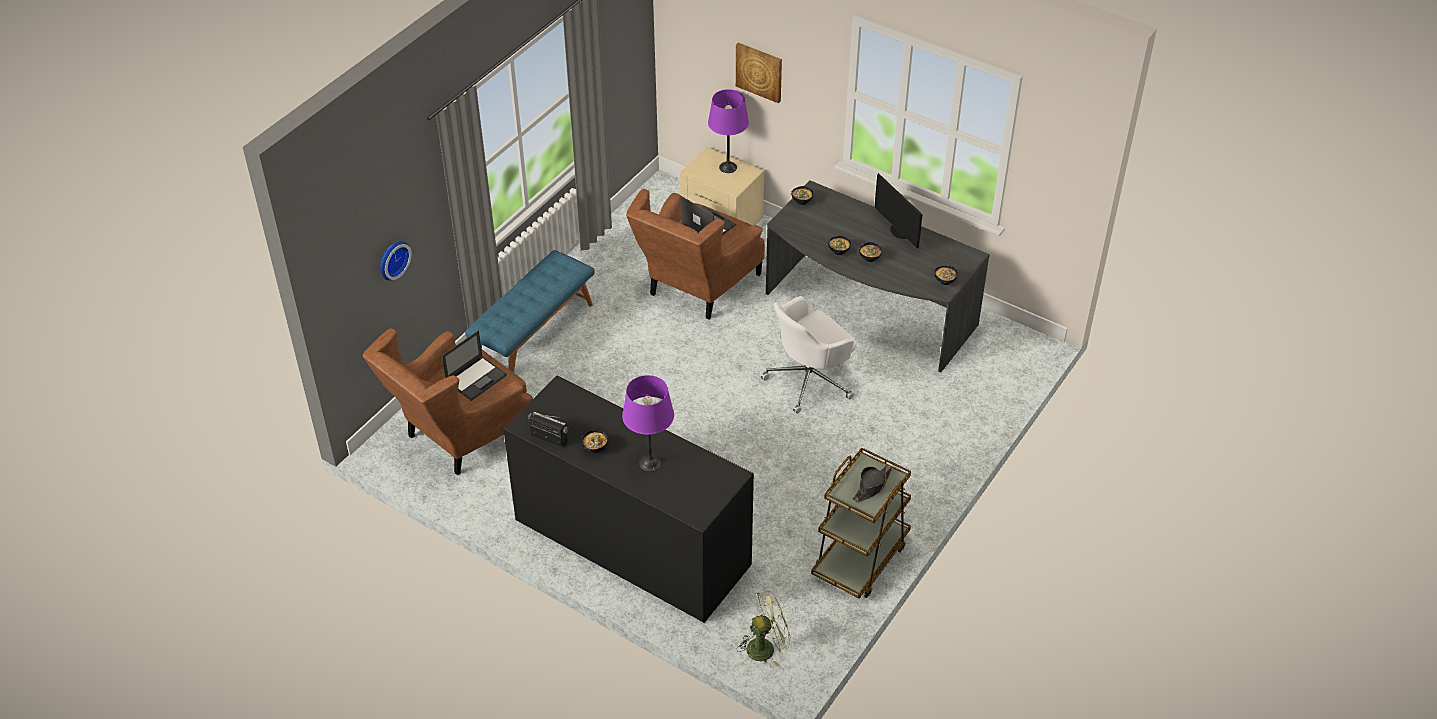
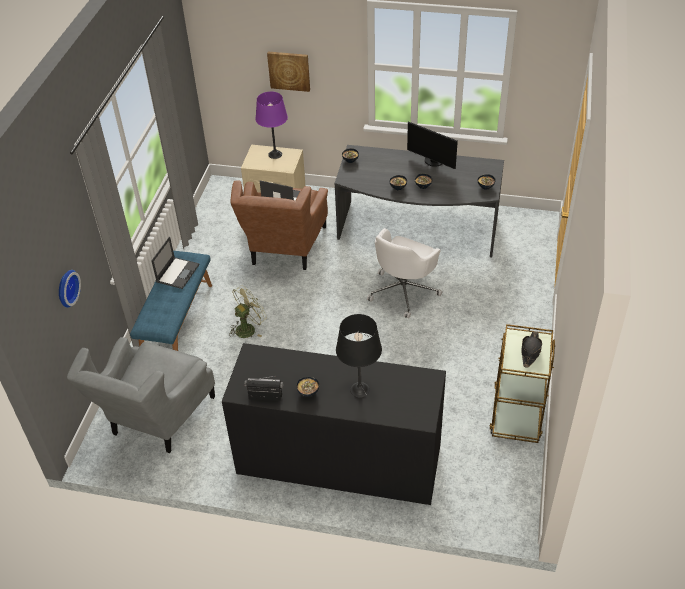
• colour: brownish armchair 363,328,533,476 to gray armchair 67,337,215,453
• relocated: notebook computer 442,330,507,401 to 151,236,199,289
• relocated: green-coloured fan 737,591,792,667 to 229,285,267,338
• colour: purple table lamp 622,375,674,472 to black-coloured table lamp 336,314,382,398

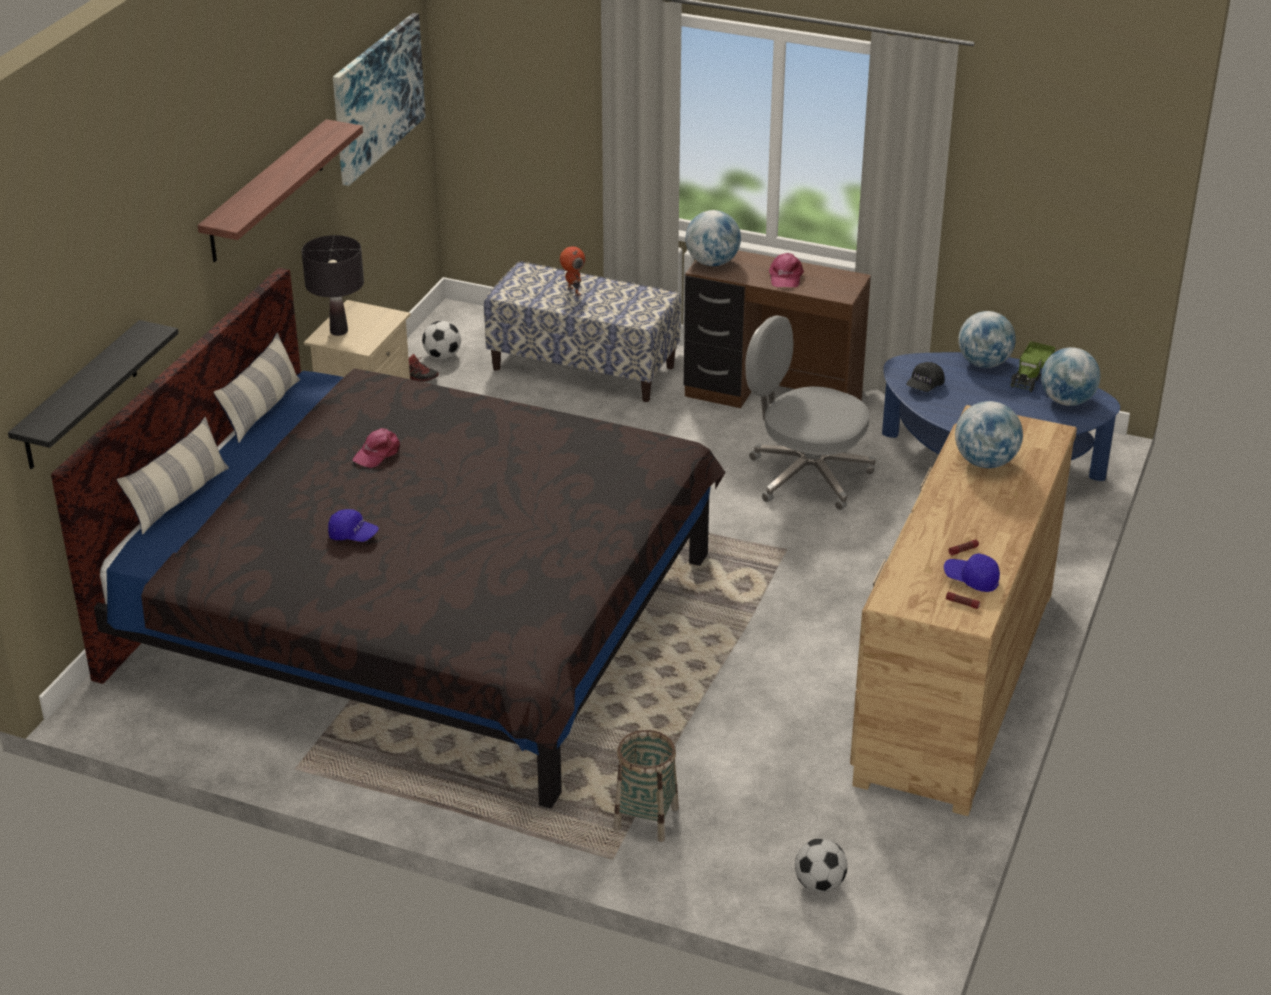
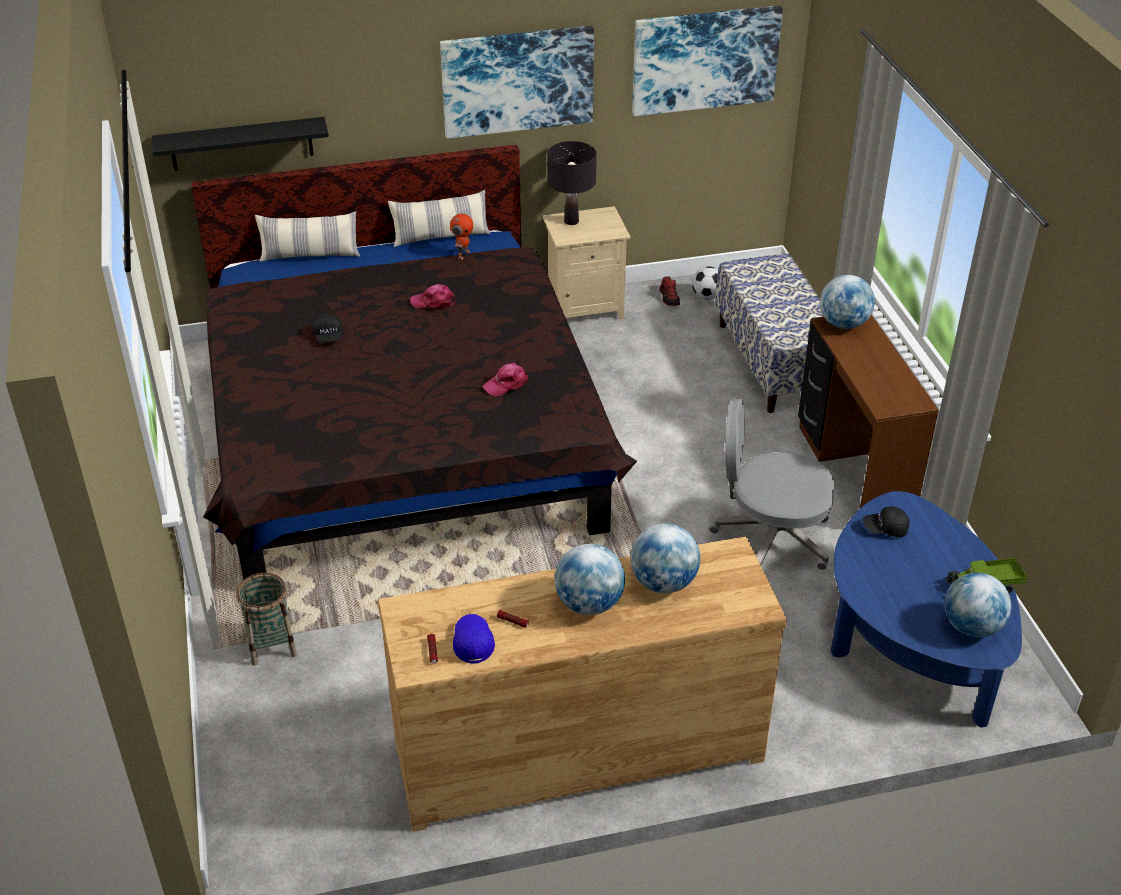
• colour: blue cap 328,509,379,542 to black-coloured cap 312,313,343,343
• exchanged: shelf 197,119,363,262 to picture 440,26,594,139
• relocated: model robot 560,246,585,296 to 450,214,473,260
• relocated: pink cap 769,253,804,287 to 482,363,528,397
• relocated: world globe 958,311,1016,368 to 555,544,625,615
• spun: gray desk chair 745,315,876,510 = 709,399,834,570 75 degrees counterclockwise
• missing: football 795,838,848,893

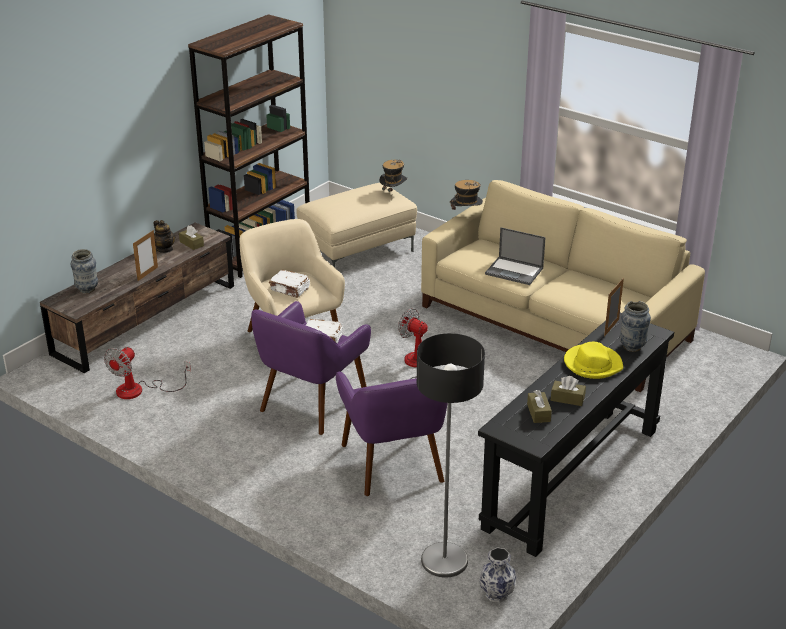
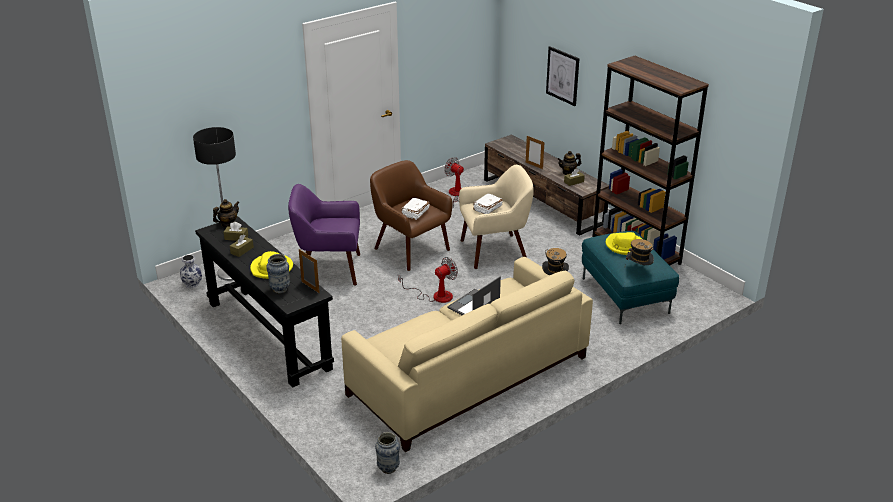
• appeared: tea pot 213,199,239,227
• colour: purple armchair 251,301,371,435 to brownish armchair 370,160,453,271
• relocated: flower vase 71,249,98,294 to 375,432,400,474
• appeared: picture 546,46,579,106
• colour: beige-coloured pouffe 296,183,417,268 to blue-green pouffe 582,231,679,324
• appeared: yellow hat 606,232,642,255

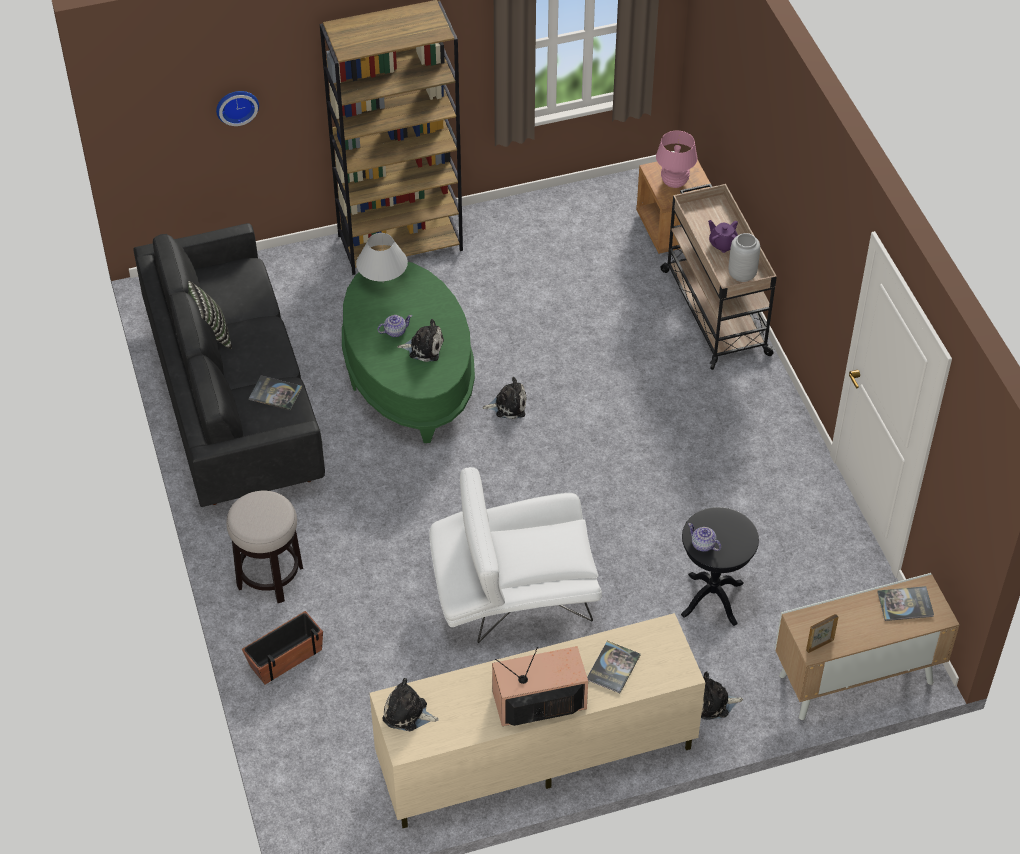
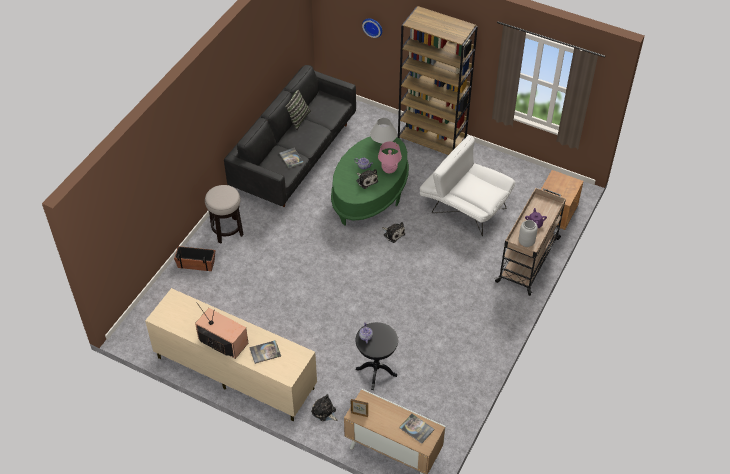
• relocated: pink table lamp 656,130,697,188 to 378,141,402,173
• relocated: white-coloured armchair 429,467,602,643 to 420,135,515,236
• missing: plush toy 383,678,439,731

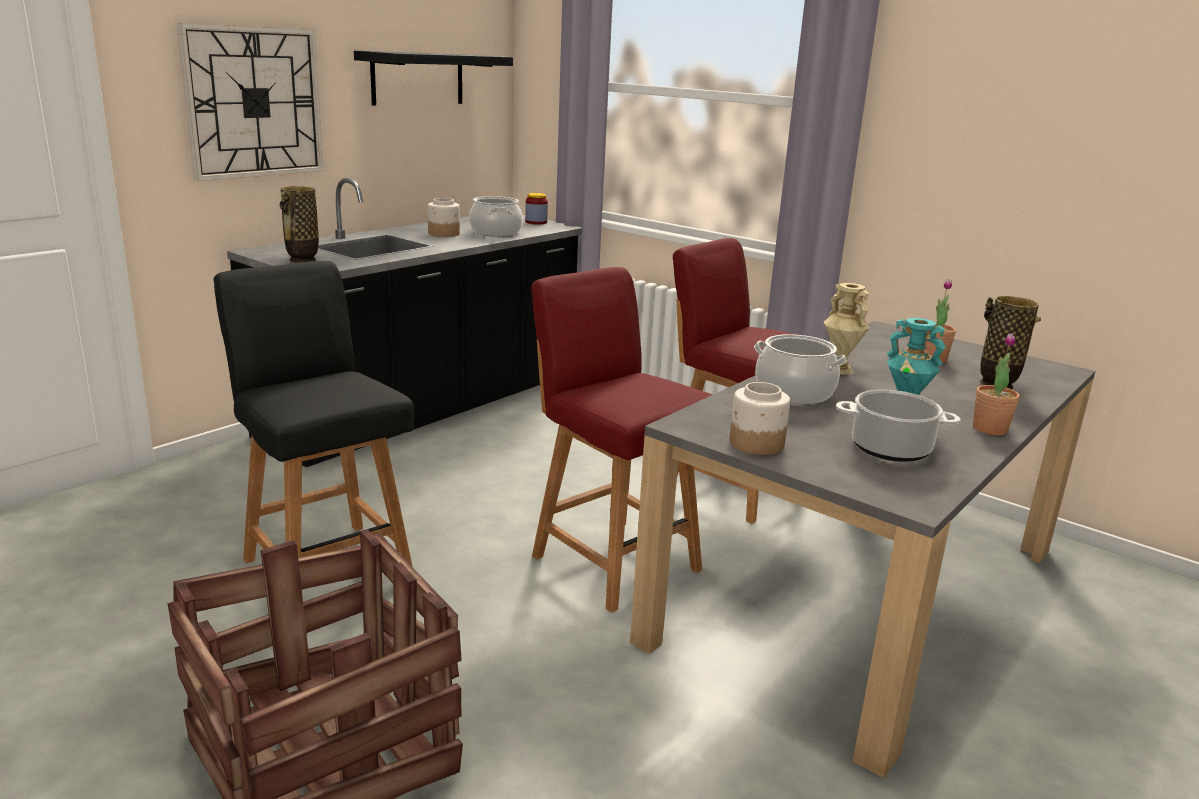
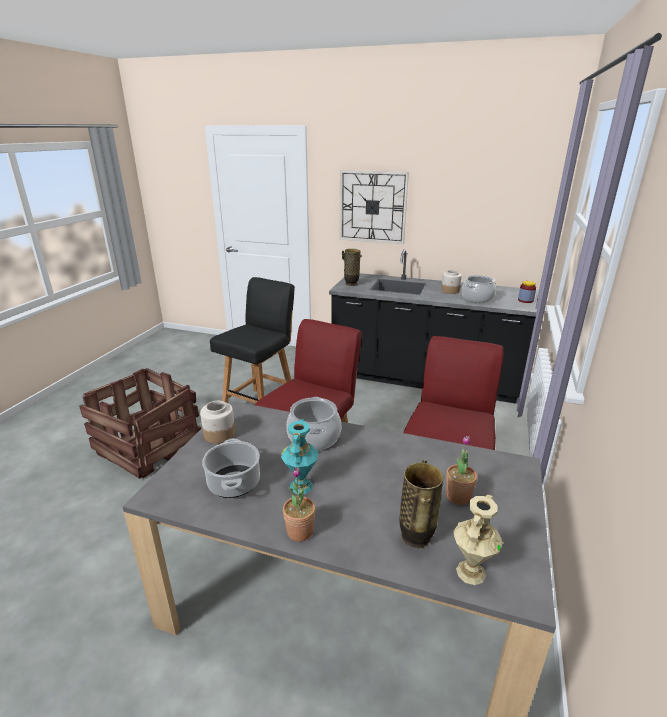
• relocated: beige-coloured flower vase 824,283,870,375 to 453,495,503,585
• missing: black-coloured shelf 354,51,513,106

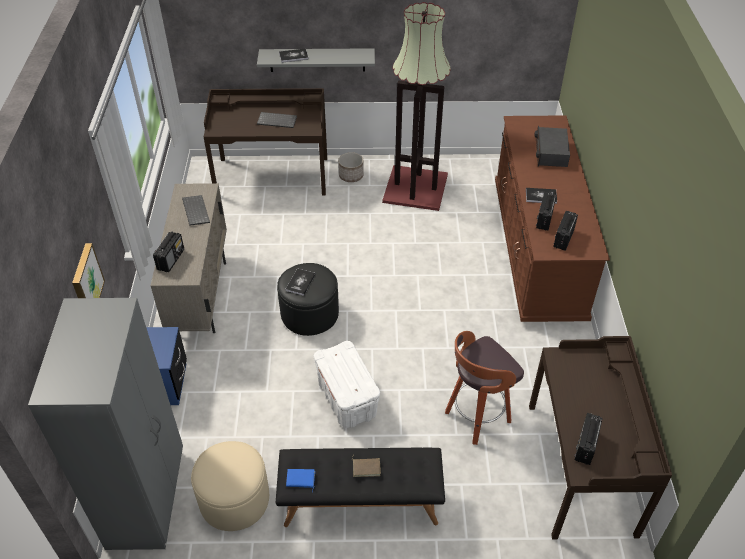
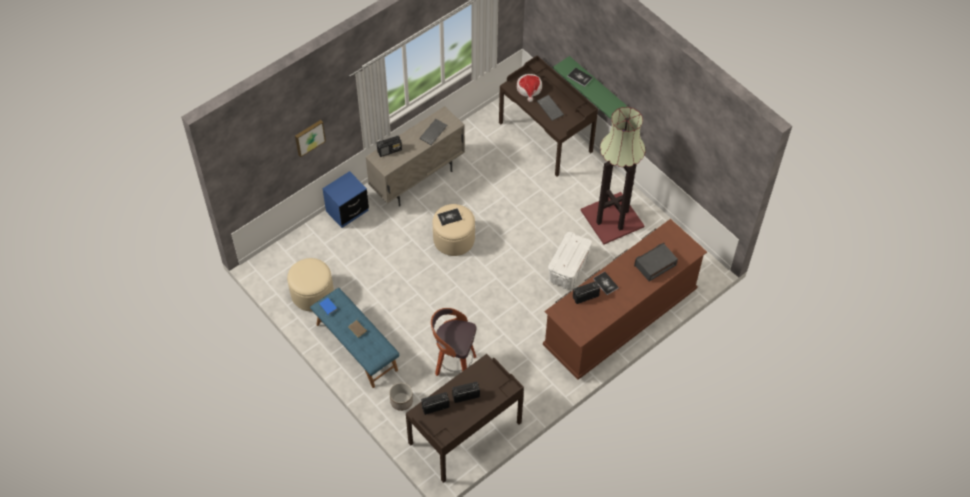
• colour: black-coloured bench 276,448,445,527 to blue bench 310,288,400,388
• relocated: plant pot 338,152,364,182 to 389,383,413,411
• colour: black-coloured pouffe 277,263,339,336 to beige-coloured pouffe 432,204,475,256
• relocated: radio 553,211,578,251 to 452,382,480,403
• appeared: hat 517,74,542,102
• relocated: white-coloured storage container 314,341,380,428 to 548,232,592,289
• colour: gray shelf 257,48,375,72 to green-coloured shelf 553,56,628,119
• missing: gray wardrobe 28,298,183,550

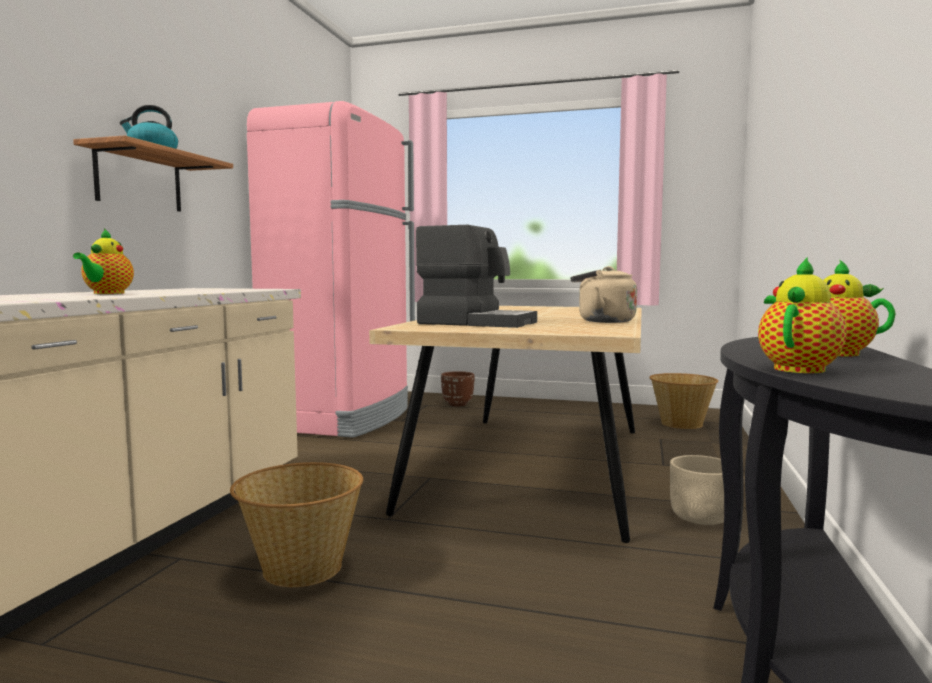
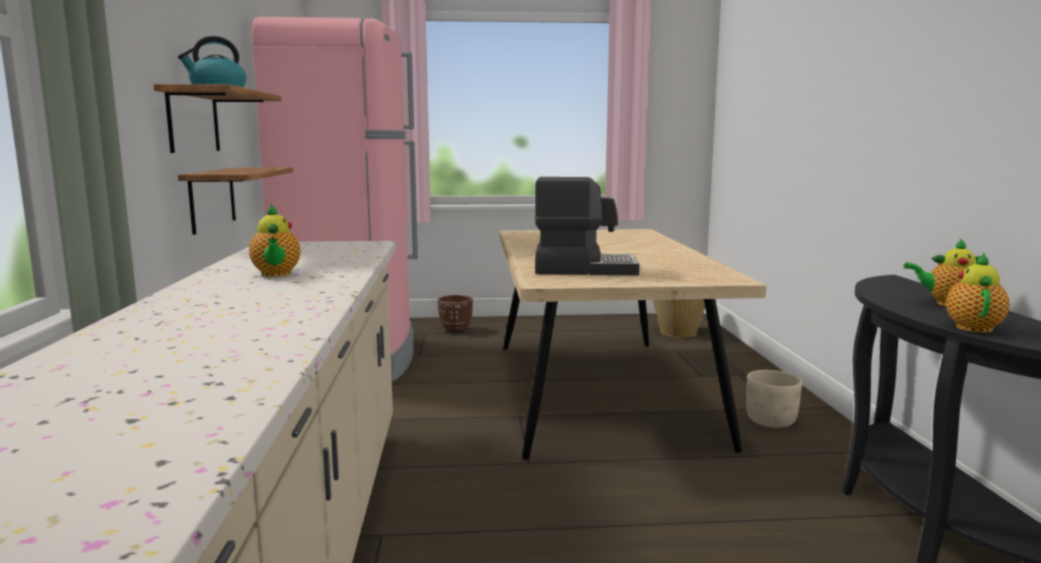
• appeared: shelf 178,167,293,235
• missing: storage basket 230,462,363,587
• missing: beige-coloured water kettle 570,266,637,323

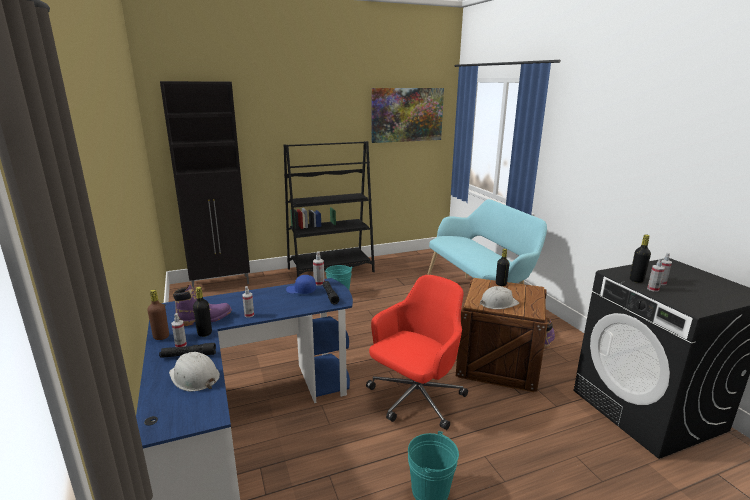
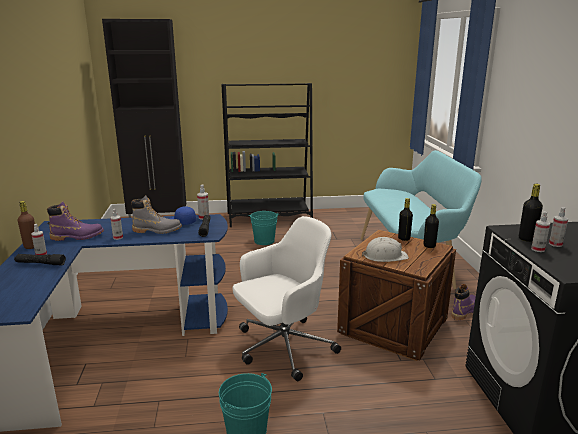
• appeared: gray boot 131,196,182,234
• colour: reddish desk chair 366,275,468,430 to white-coloured desk chair 232,216,341,381
• relocated: black-coloured bottle 193,287,212,337 to 424,204,439,248
• missing: white-coloured safety helmet 169,352,220,392
• missing: picture 371,88,444,143

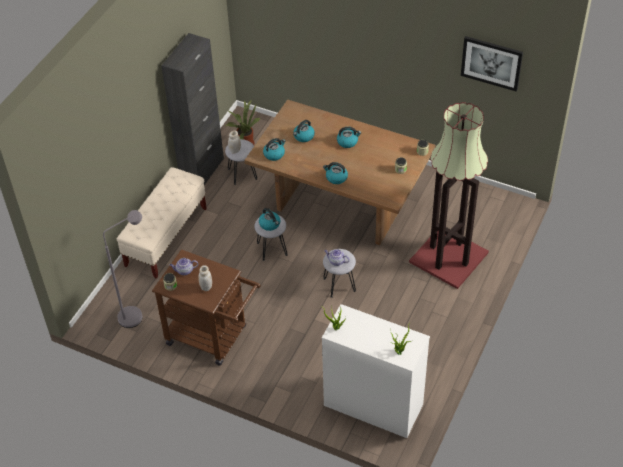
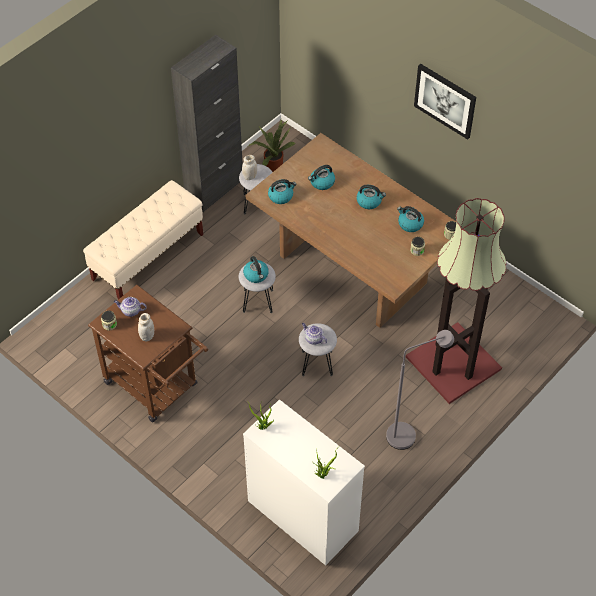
• relocated: gray standing lamp 103,210,143,328 to 386,330,454,450
• relocated: water kettle 323,162,348,184 to 397,206,424,232
• relocated: picture 461,36,523,92 to 414,64,476,140

